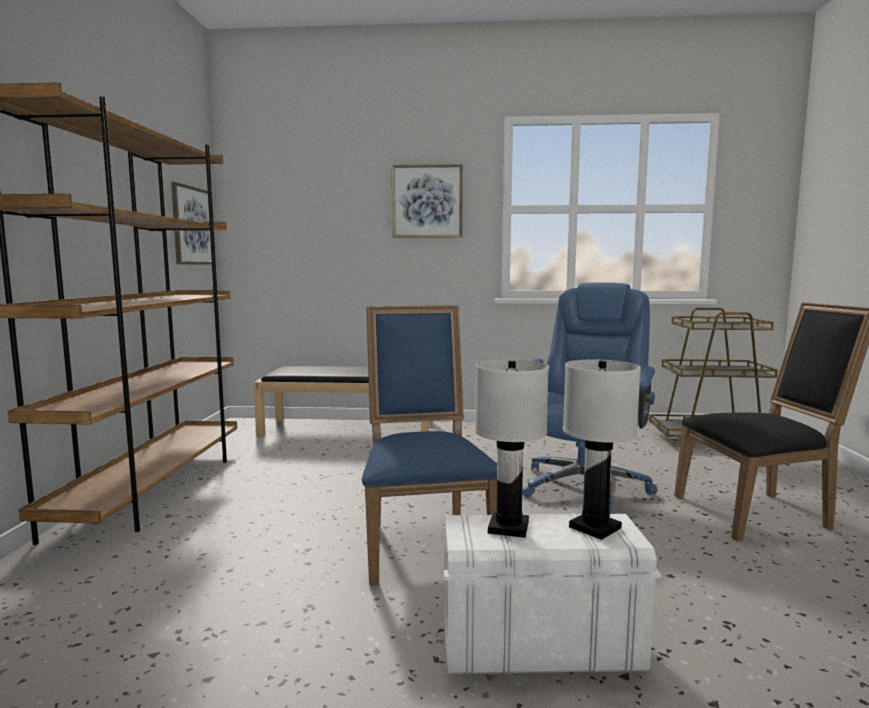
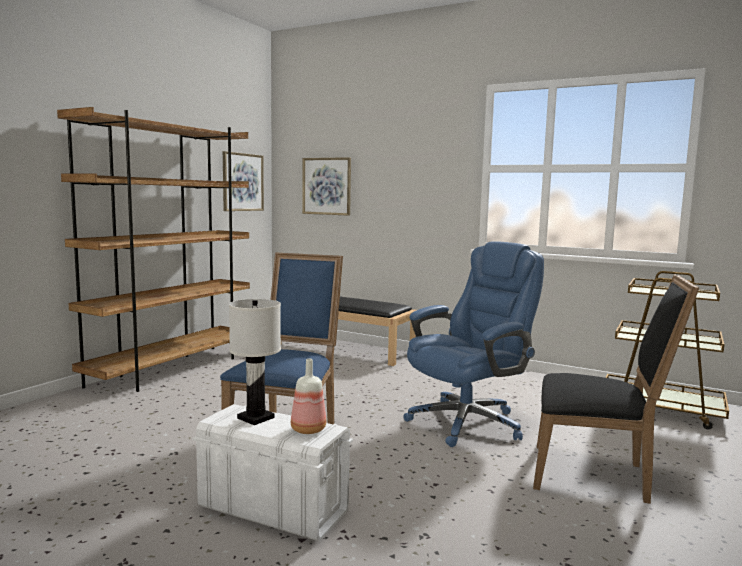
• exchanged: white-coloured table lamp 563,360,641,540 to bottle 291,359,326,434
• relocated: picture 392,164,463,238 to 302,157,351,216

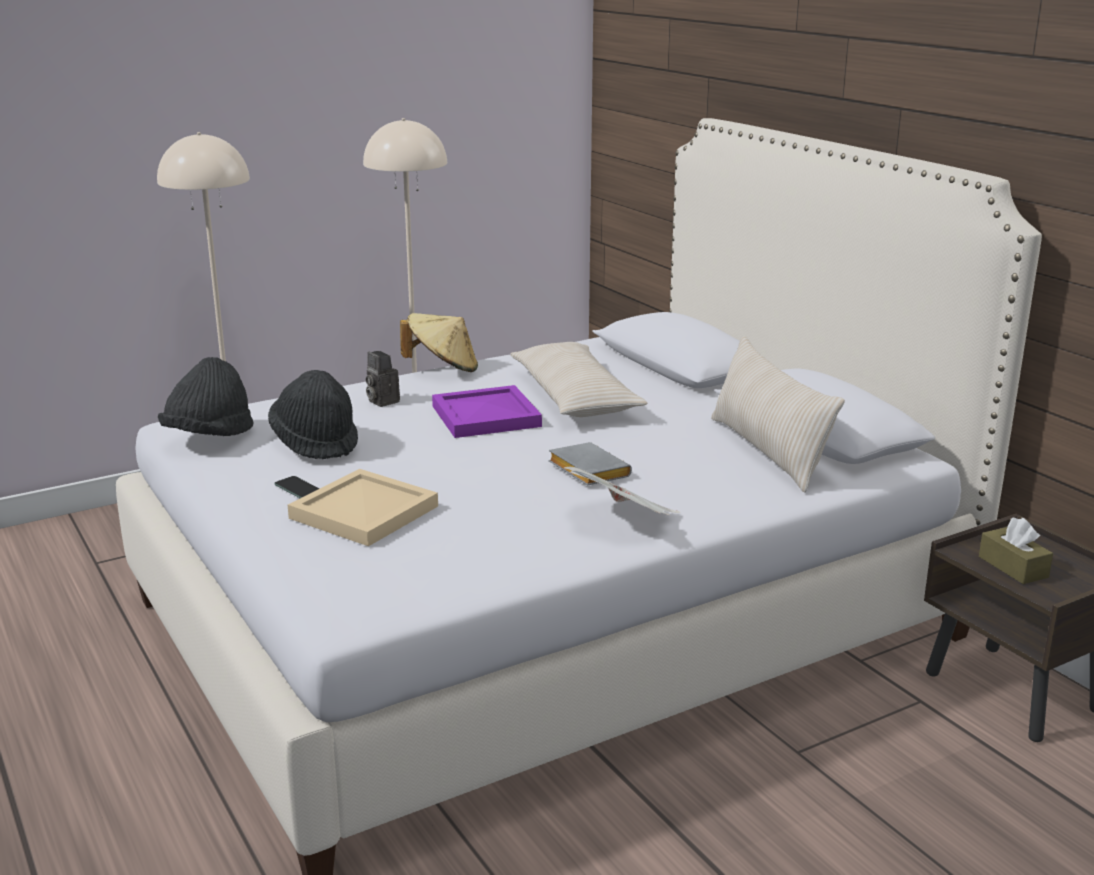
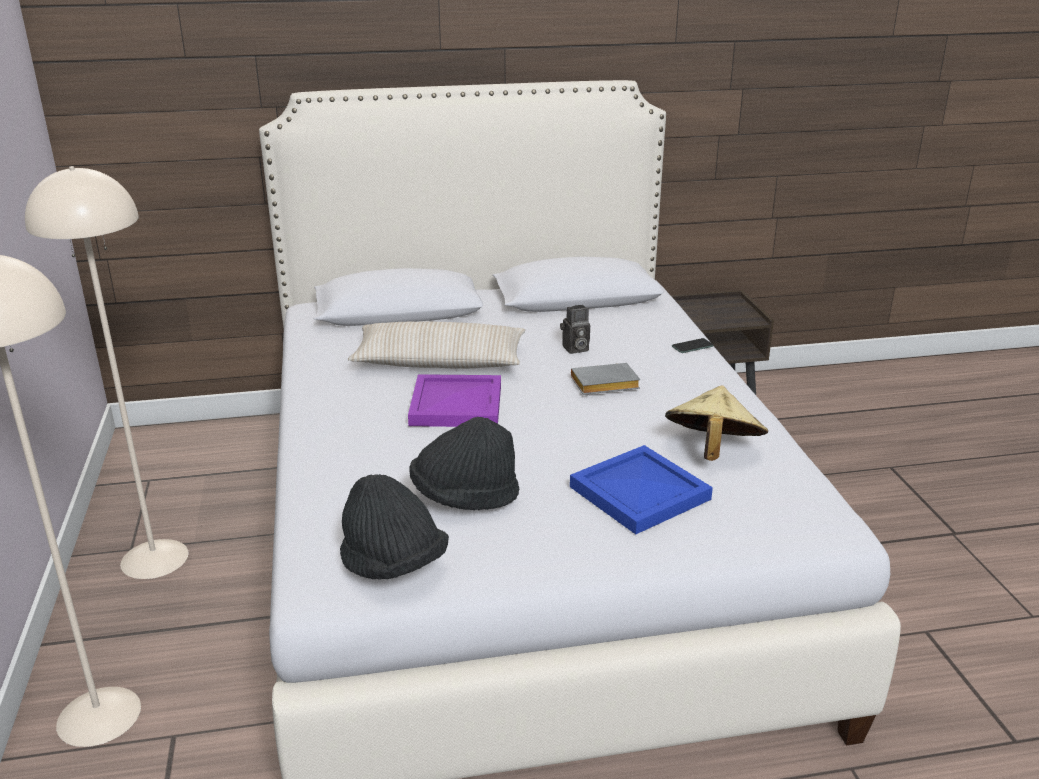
• relocated: still camera 366,351,400,407 to 560,305,590,354
• colour: beige-coloured carrying tray 288,469,438,546 to blue carrying tray 570,445,713,534
• relocated: beige-coloured hat 400,313,478,372 to 665,385,768,461
• relocated: handset 274,476,320,498 to 672,338,714,353
• missing: printed paper 564,467,681,515
• missing: beige-coloured cushion 711,336,845,493
• missing: brownish box of tissues 979,518,1053,584

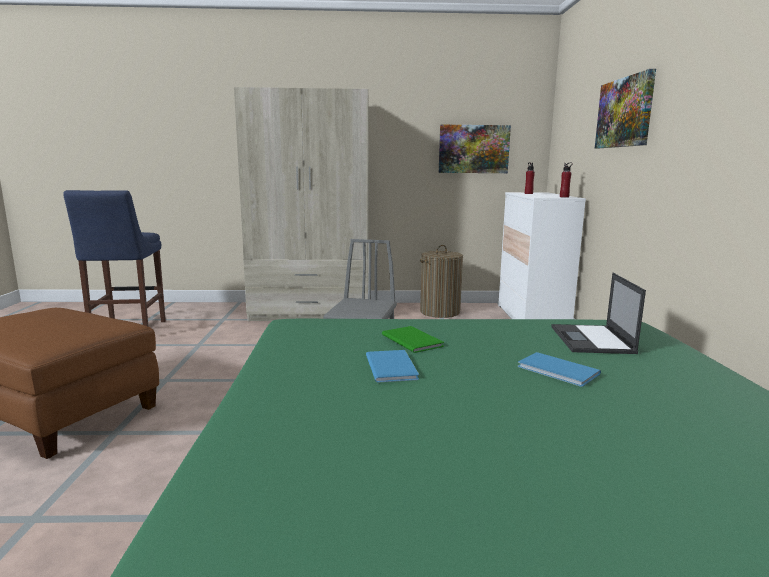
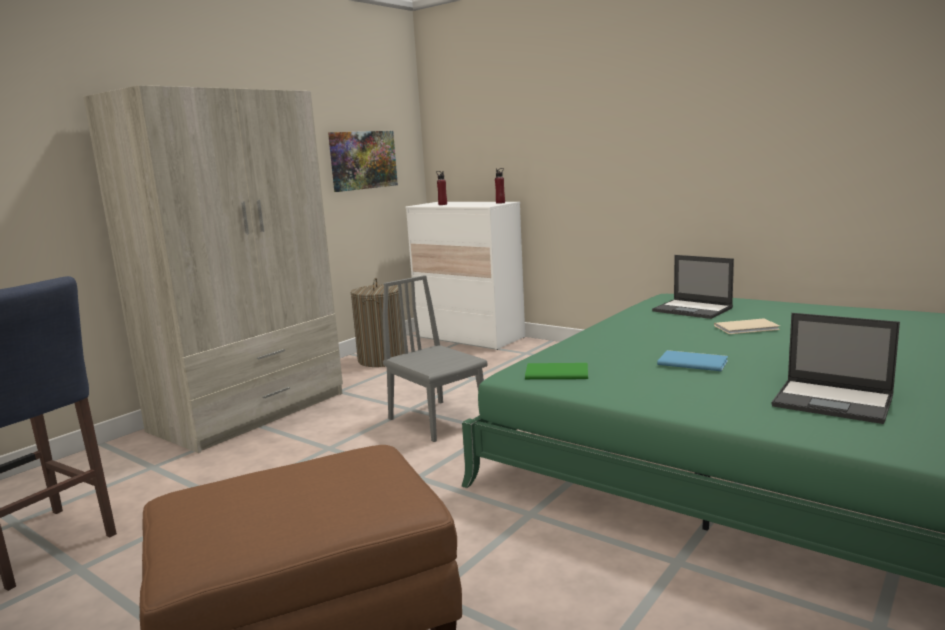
• relocated: green-coloured volume 382,326,444,353 to 525,363,588,379
• colour: blue volume 518,352,601,387 to beige-coloured volume 714,318,780,334
• appeared: notebook computer 772,313,900,424
• missing: picture 595,69,656,148

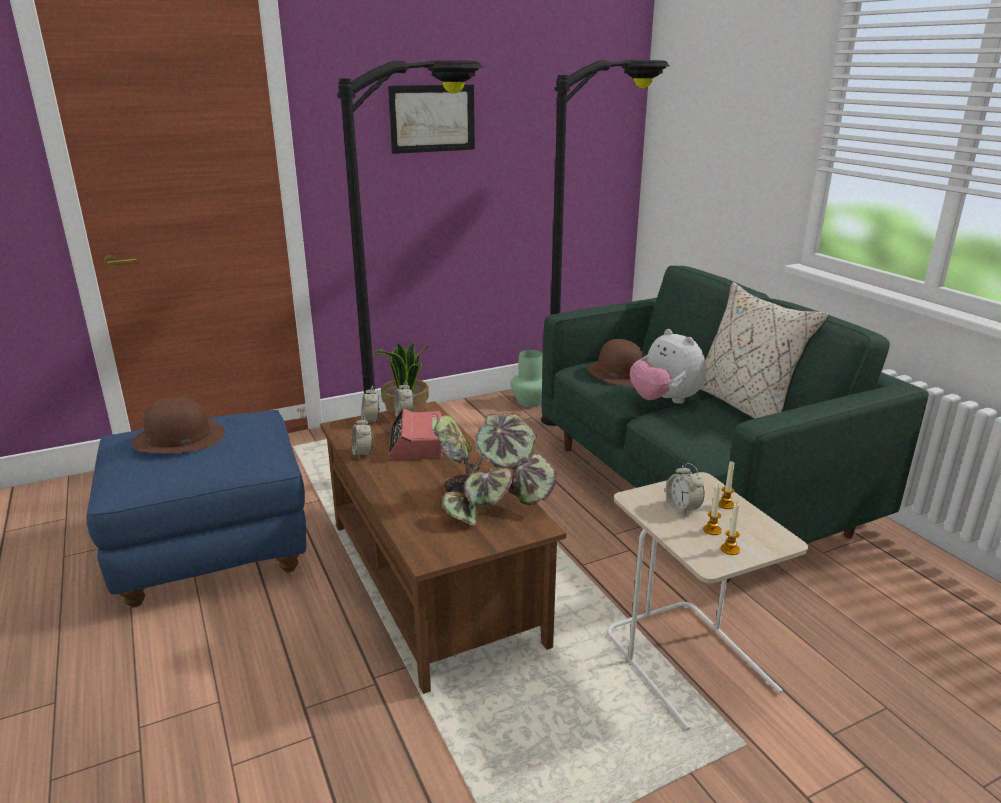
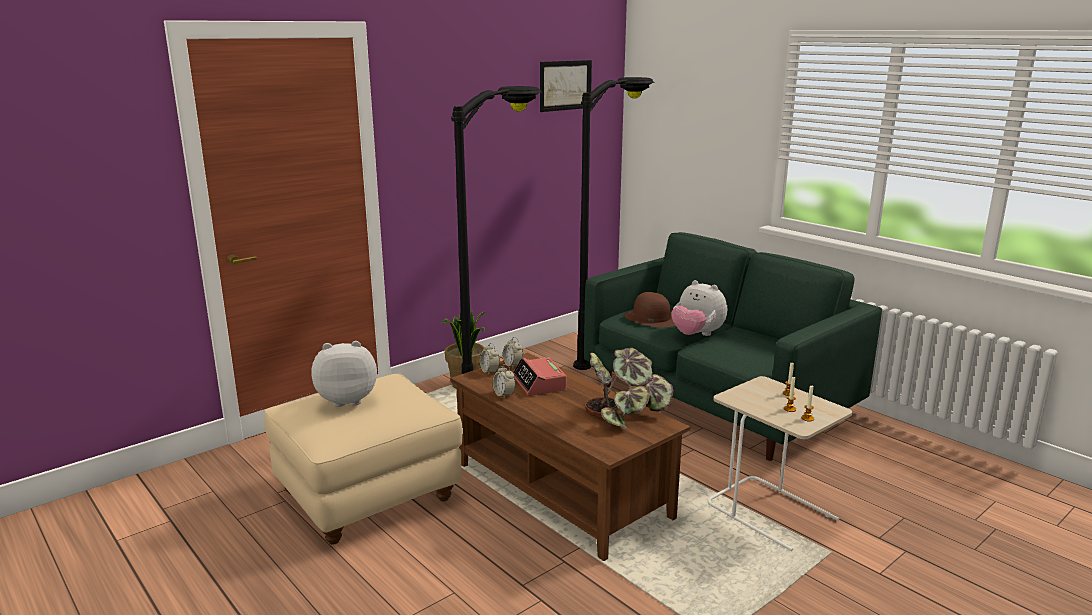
• colour: blue pouffe 86,410,306,608 to beige-coloured pouffe 264,373,463,545
• exchanged: brownish hat 131,397,225,453 to plush toy 311,341,377,407
• relocated: picture 388,84,475,154 to 540,60,592,112
• missing: green-coloured flower vase 511,350,543,407
• missing: table clock 666,463,705,516
• missing: beige-coloured cushion 700,282,829,419

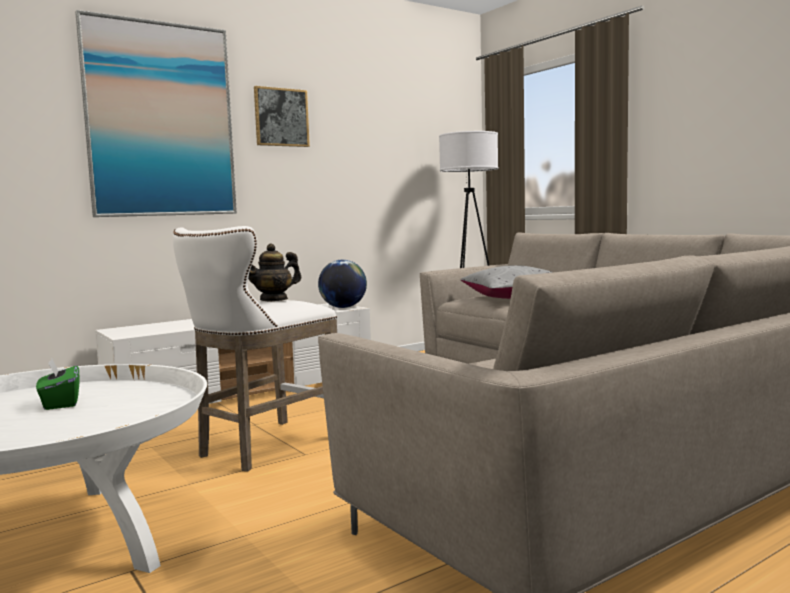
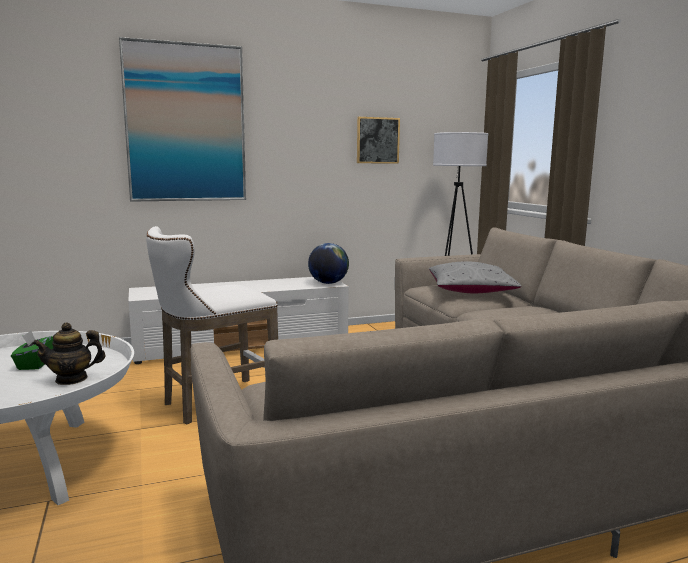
• relocated: tea pot 248,243,301,302 to 32,323,106,385
• relocated: picture 254,86,310,147 to 357,117,400,164

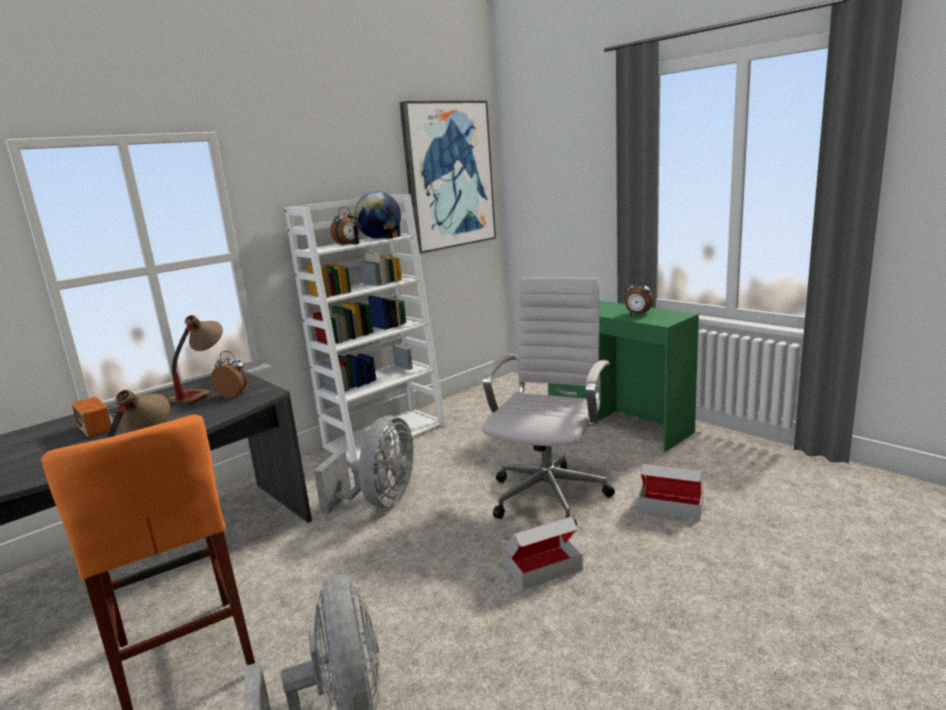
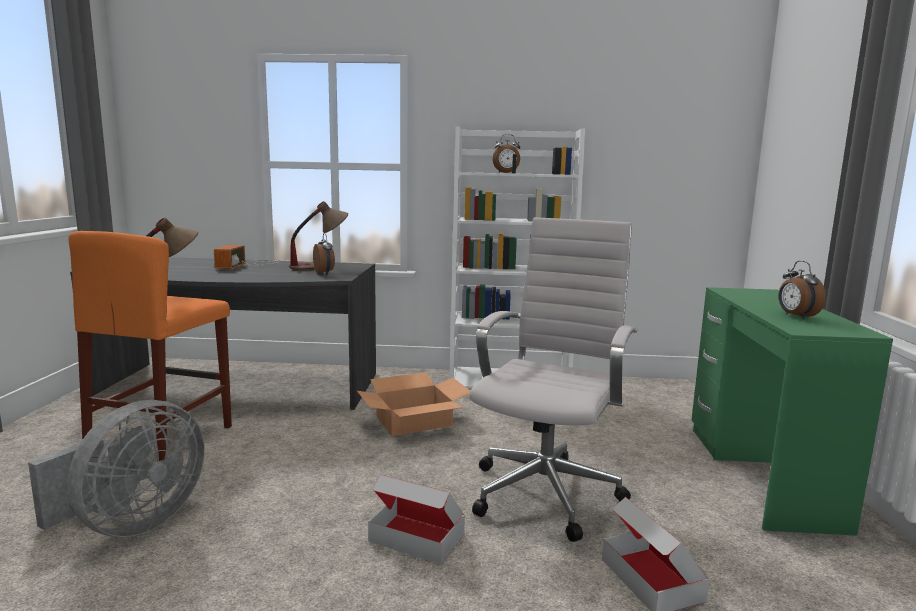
• exchanged: gray fan 314,416,414,514 to packing box 357,372,470,436
• spun: white-coloured desk chair 482,277,615,526 = 470,217,637,542 45 degrees counterclockwise
• missing: world globe 354,191,401,239
• missing: picture 399,101,496,254

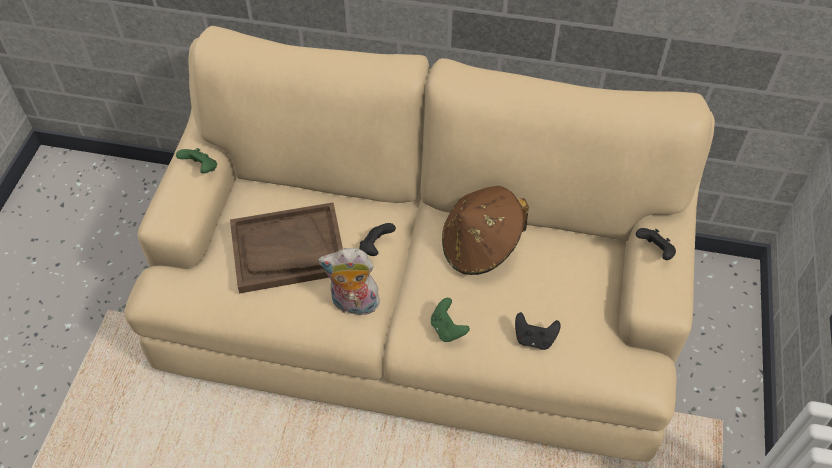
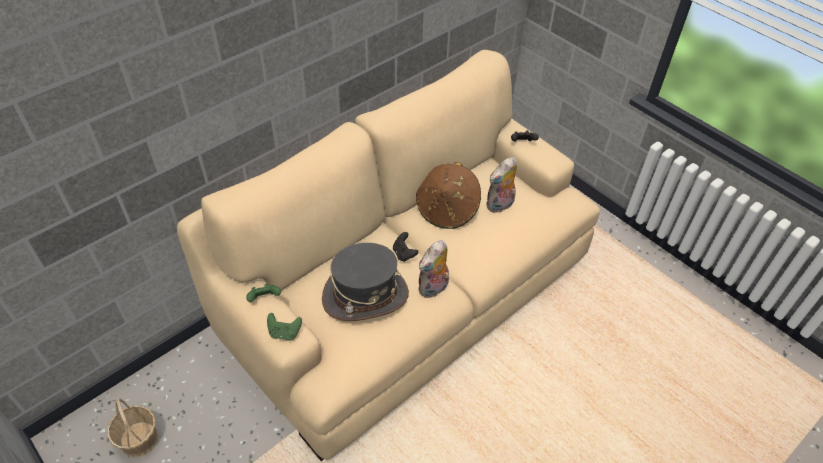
• appeared: storage basket 107,398,159,457
• relocated: green-coloured game controller 431,298,470,342 to 267,313,302,341
• exchanged: brownish carrying tray 230,202,343,293 to gray hat 322,243,409,321
• appeared: plush toy 486,157,517,213
• missing: black-coloured game controller 515,312,561,350

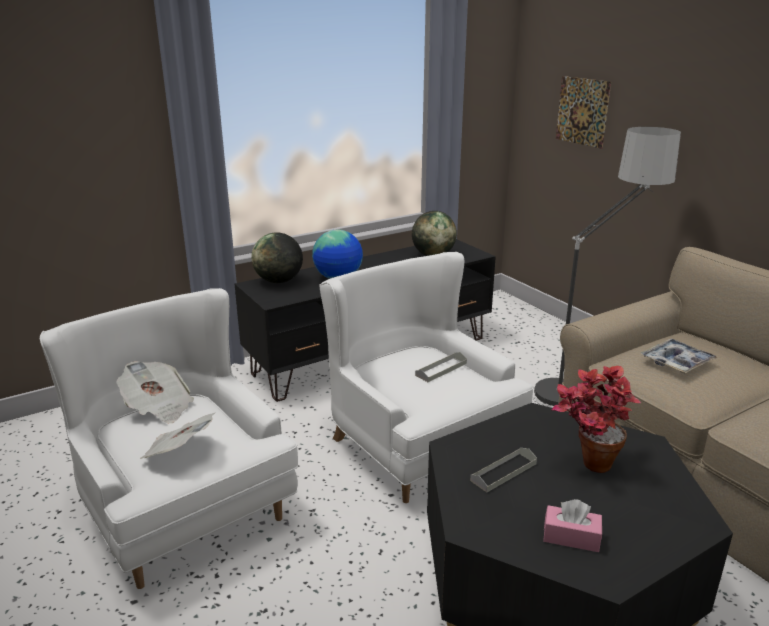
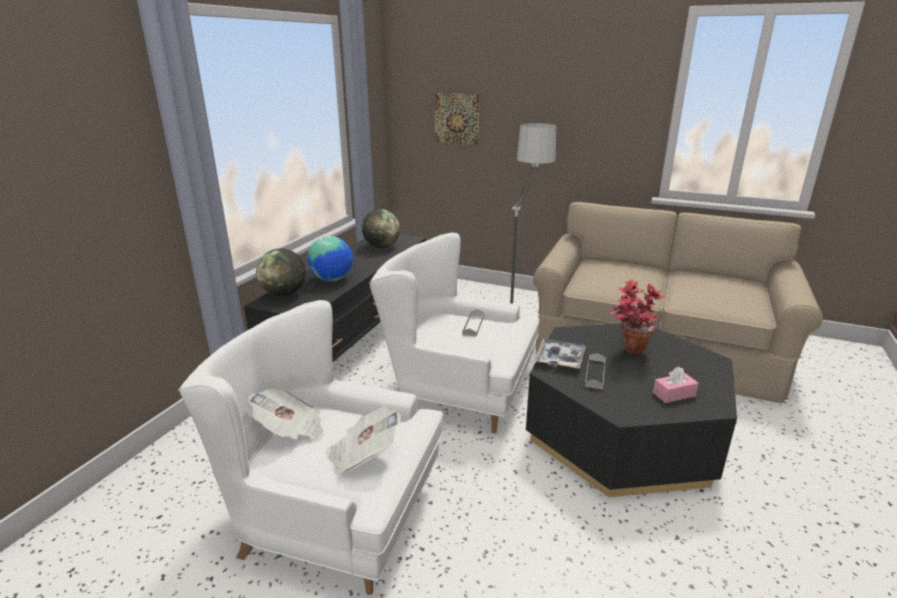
• relocated: carrying tray 640,339,718,373 to 535,339,586,369

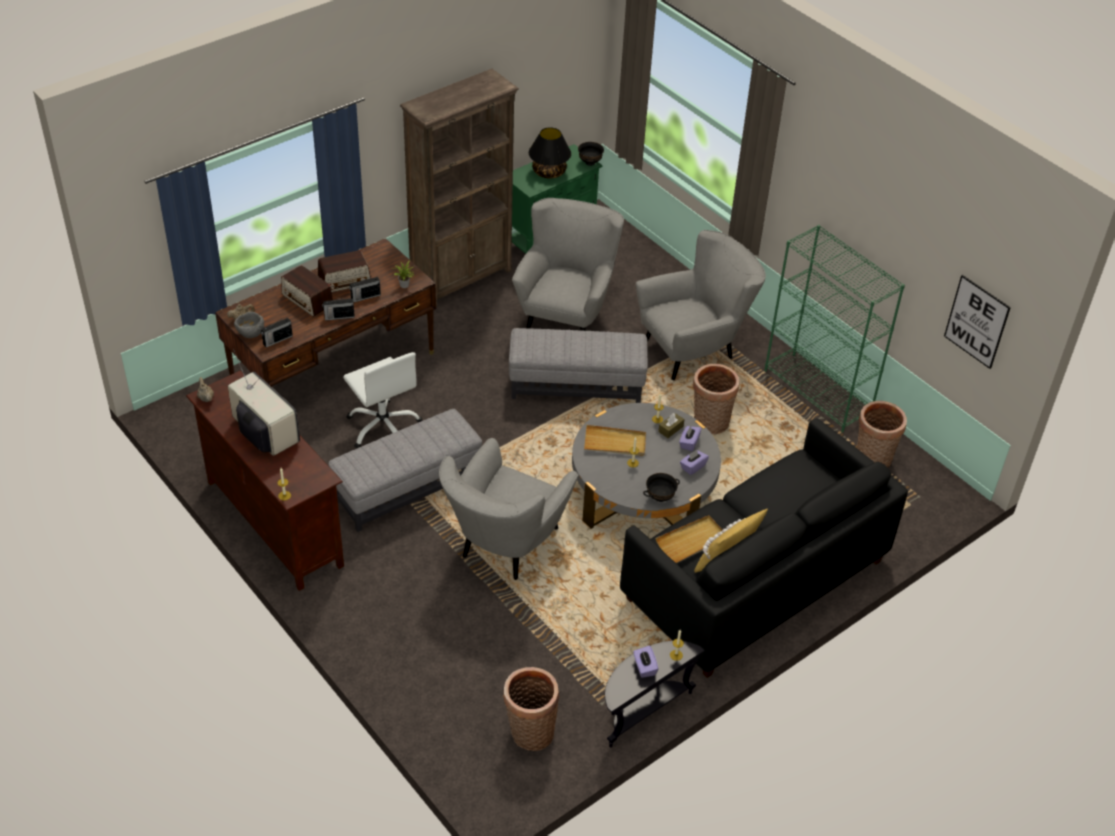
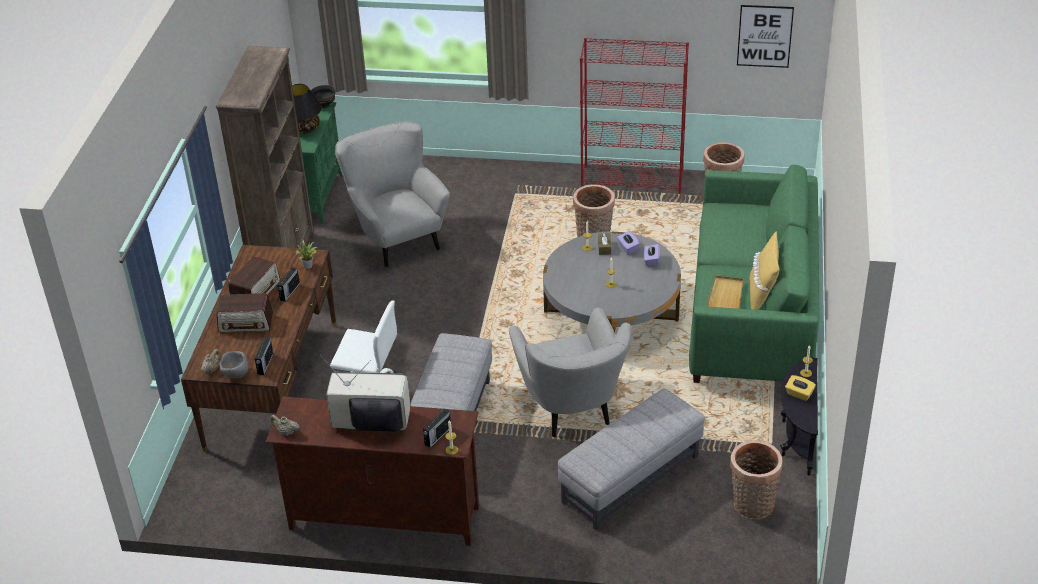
• relocated: radio 322,297,355,321 to 423,409,452,448
• relocated: gray pouffe 509,328,648,403 to 558,389,705,531
• colour: green-coloured shelving unit 764,225,905,433 to reddish shelving unit 580,38,689,194
• colour: black-coloured sofa 620,418,908,678 to green-coloured sofa 689,165,819,383
• colour: purple box of tissues 633,645,658,678 to yellow box of tissues 785,375,816,401
• missing: beige-coloured carrying tray 584,425,646,456
• missing: gray armchair 636,230,766,380
• missing: black-coloured deep dish 643,473,680,502

